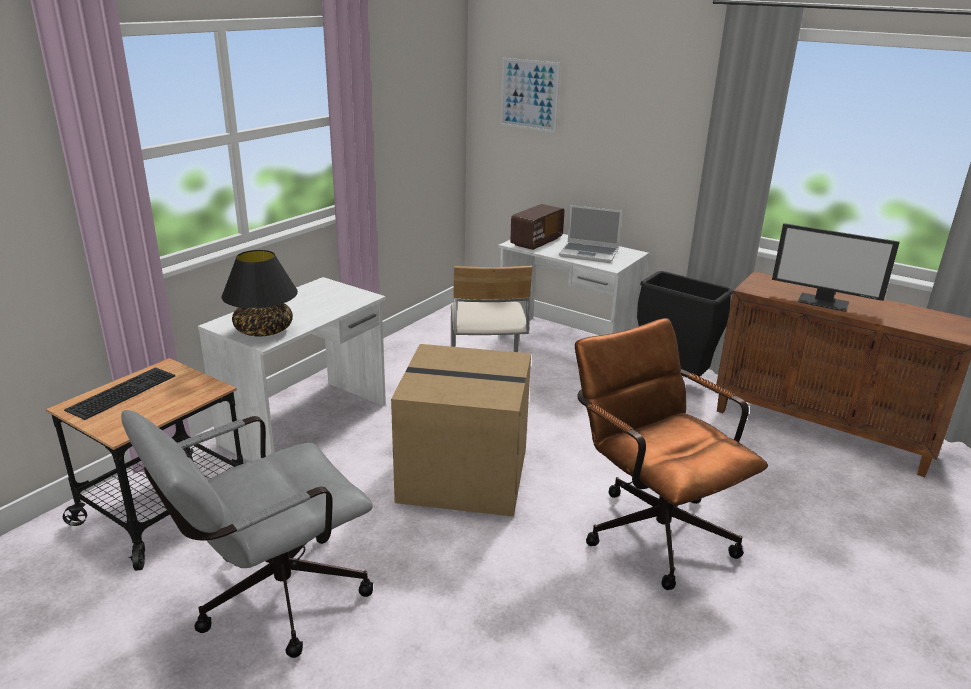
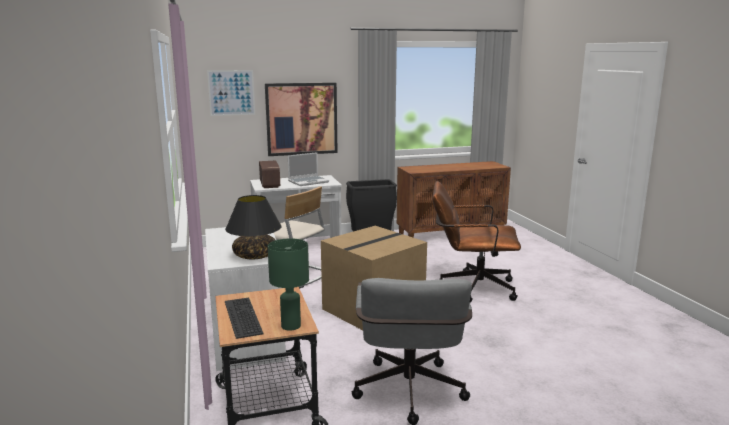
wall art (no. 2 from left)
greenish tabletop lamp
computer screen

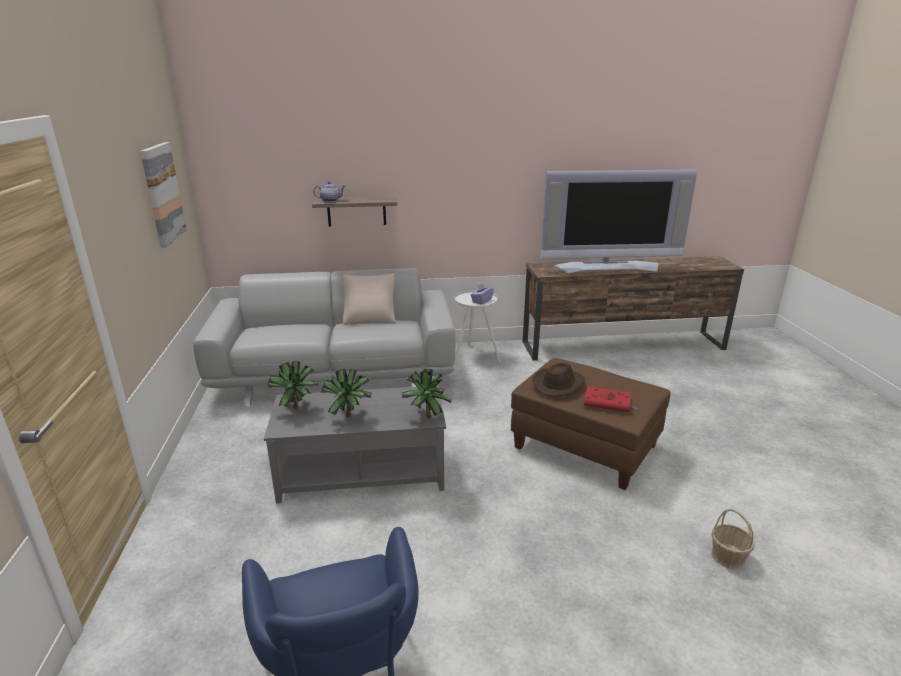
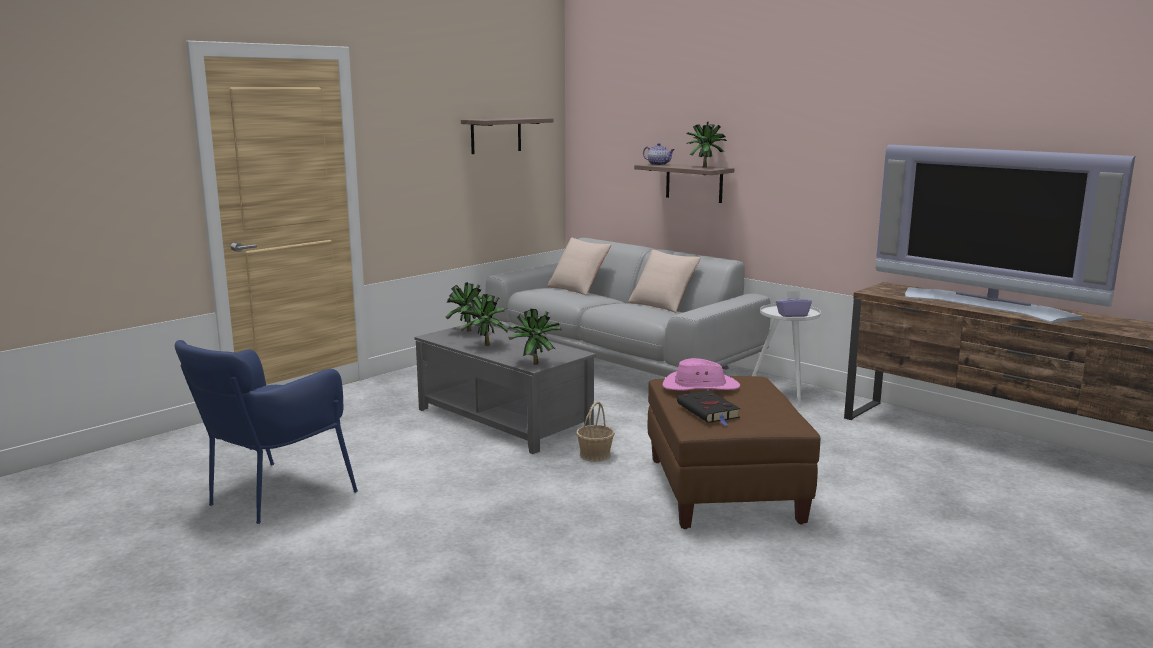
shelf (no. 1 from left)
sand-coloured throw pillow (no. 1 from left)
storage basket
pinkish wearable hat
black book
plant in a pot (no. 4 from left)

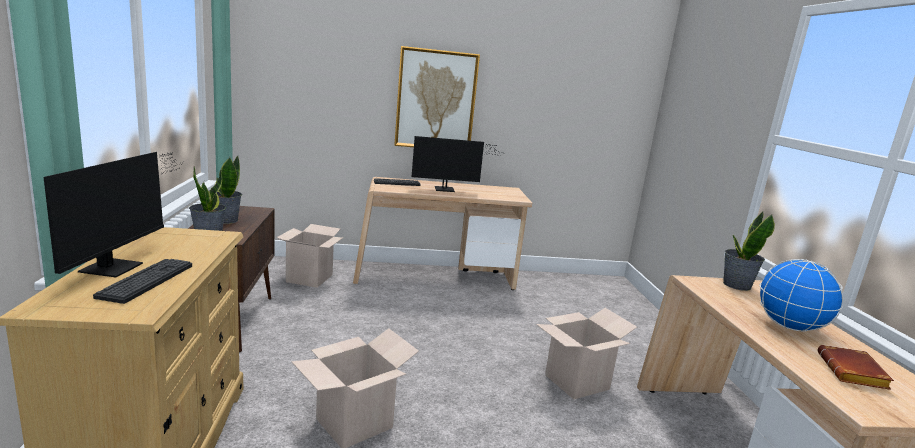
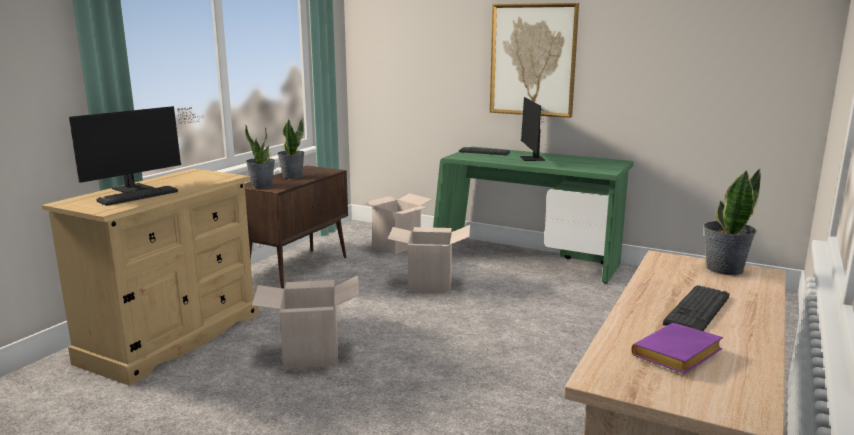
cardboard box (no. 3 from left)
greenish desk unit
computer screen (no. 2 from left)
purple book
PC keyboard (no. 3 from left)

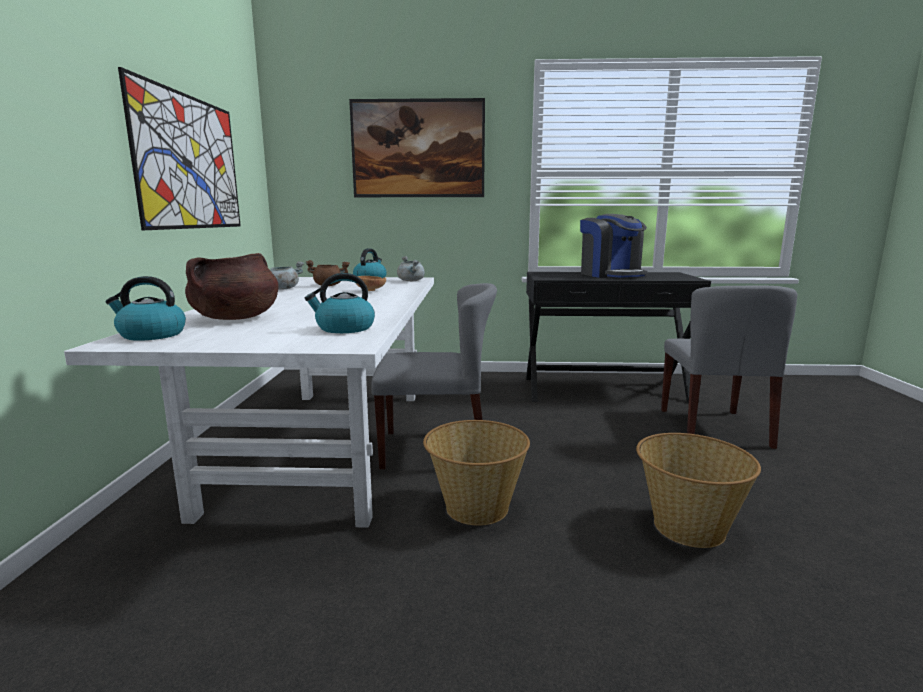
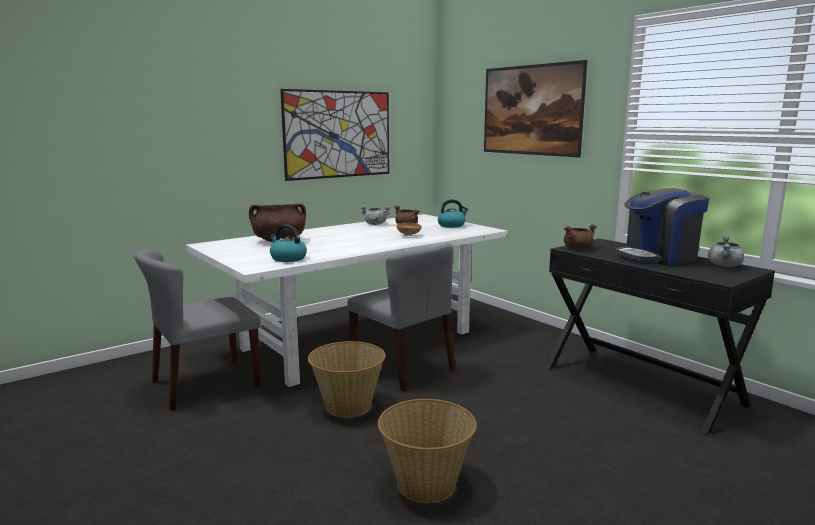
gray chair (no. 1 from left)
brown-coloured cooking pot (no. 3 from left)
coffee maker
gray cooking pot (no. 2 from left)
kettle (no. 1 from left in the first image)

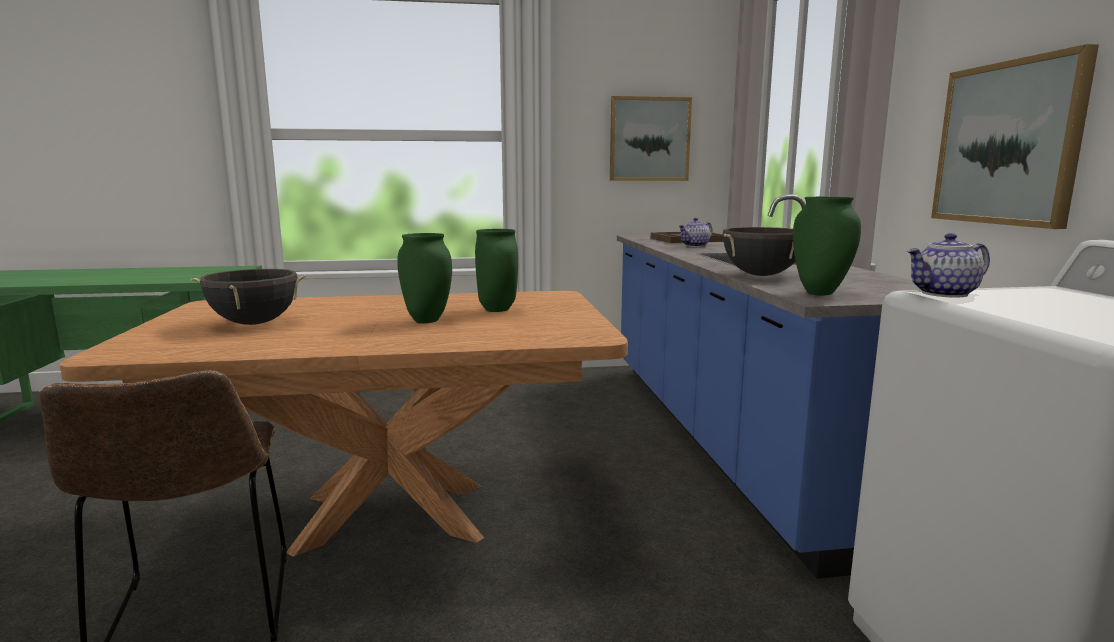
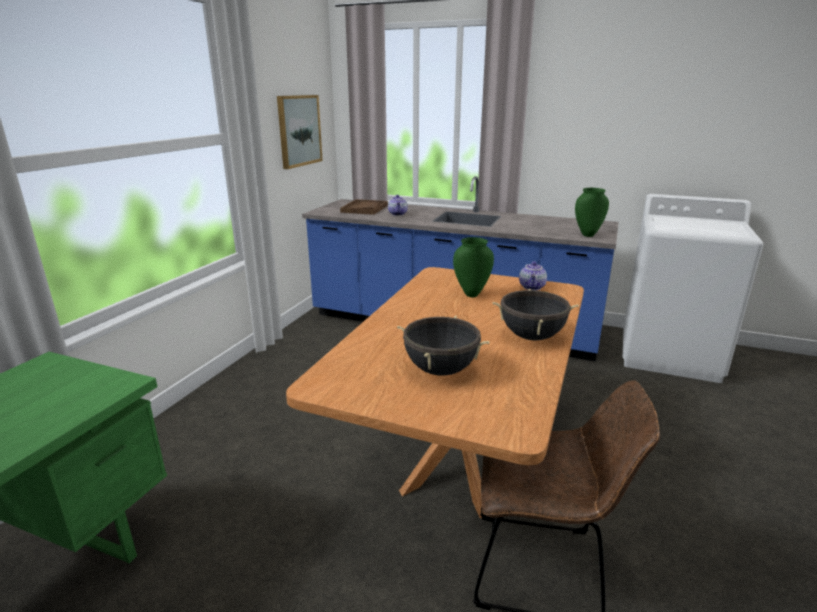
black cooking pot (no. 2 from left)
pot for tea (no. 2 from left)
greenish decorative vase (no. 1 from left in the first image)
wall art (no. 2 from left in the first image)

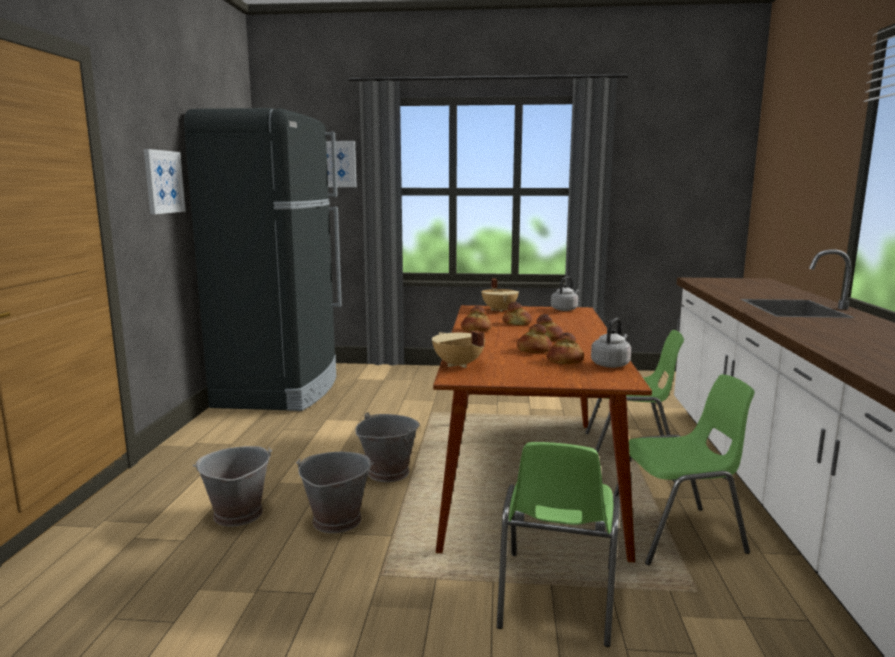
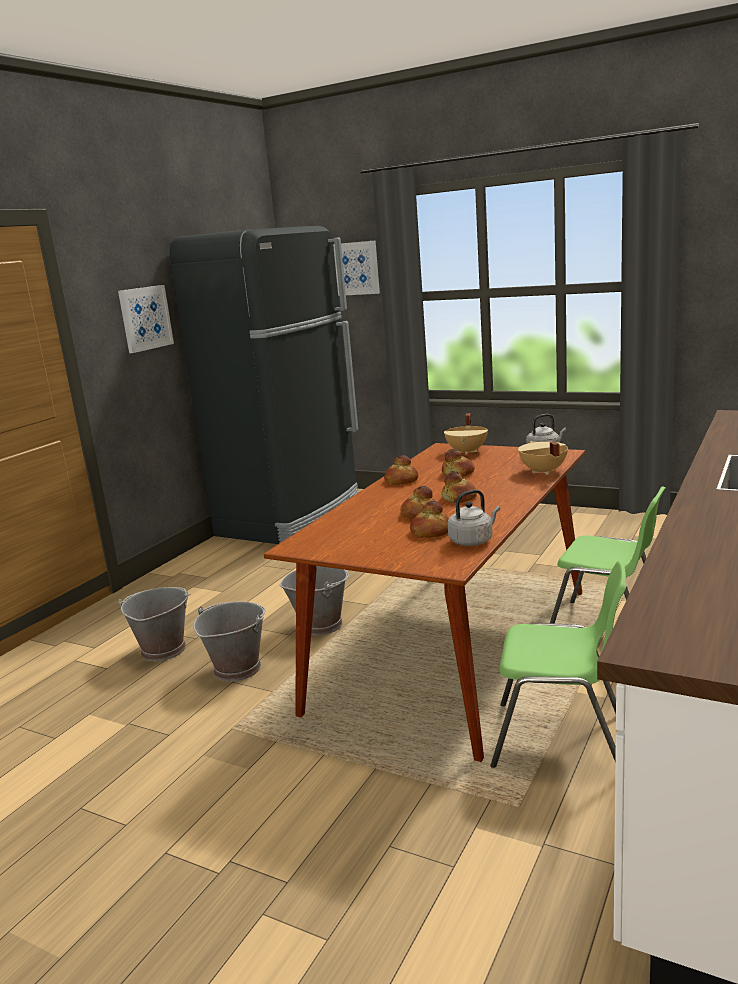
sand-coloured cooking pot (no. 2 from left)
greenish chair (no. 1 from left in the first image)

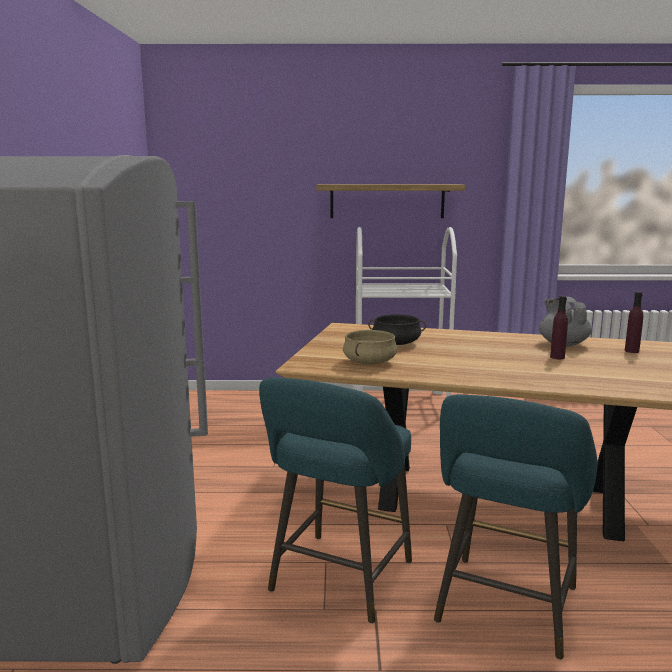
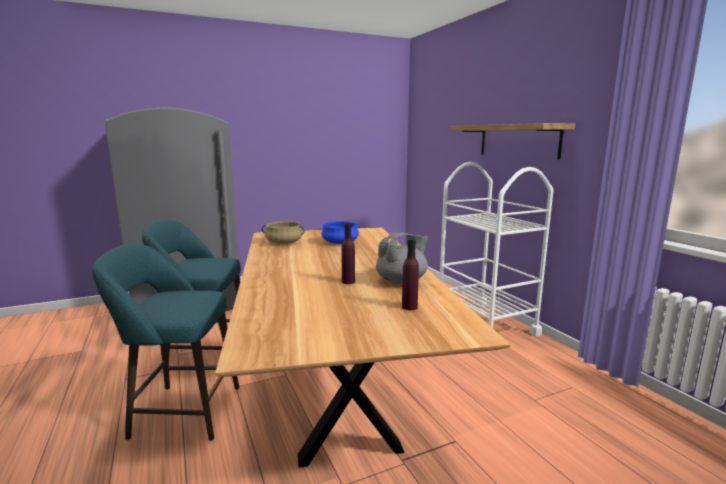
blue cooking pot

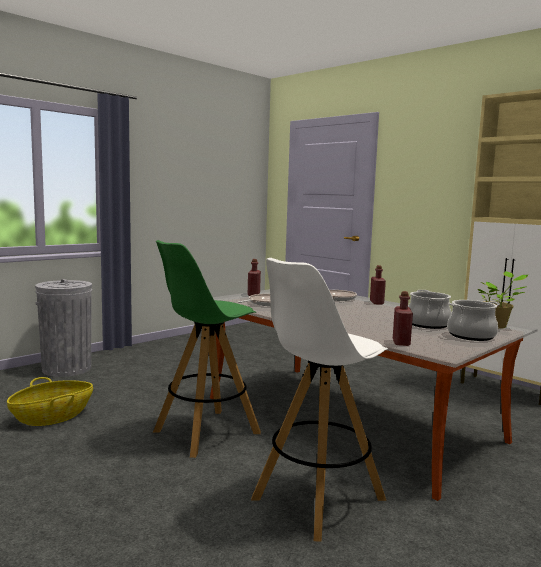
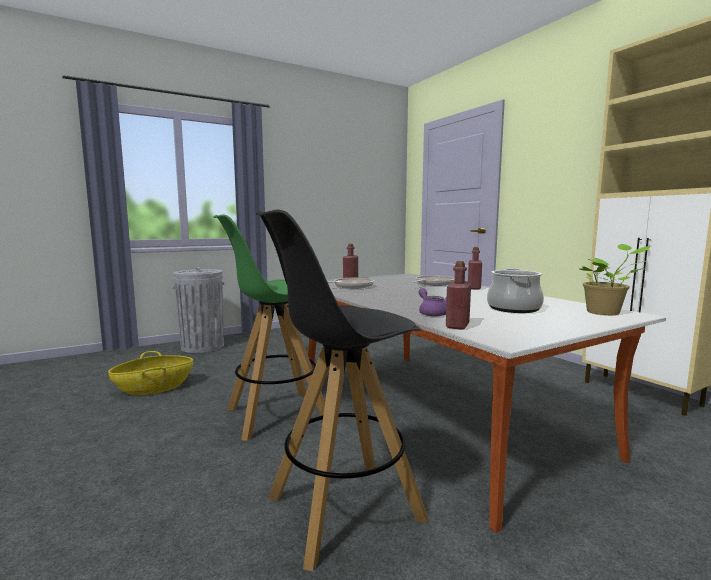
black stool seat
purple pot for tea
cooking pot (no. 2 from left in the first image)

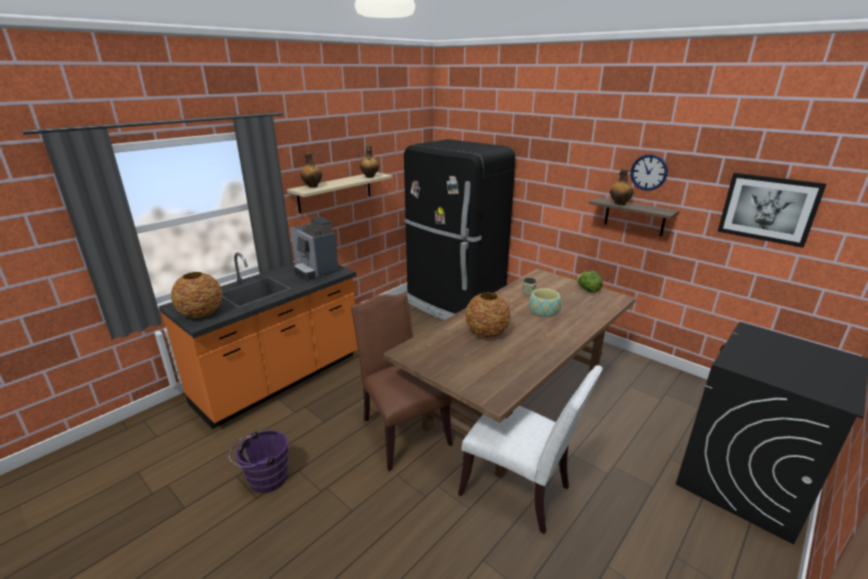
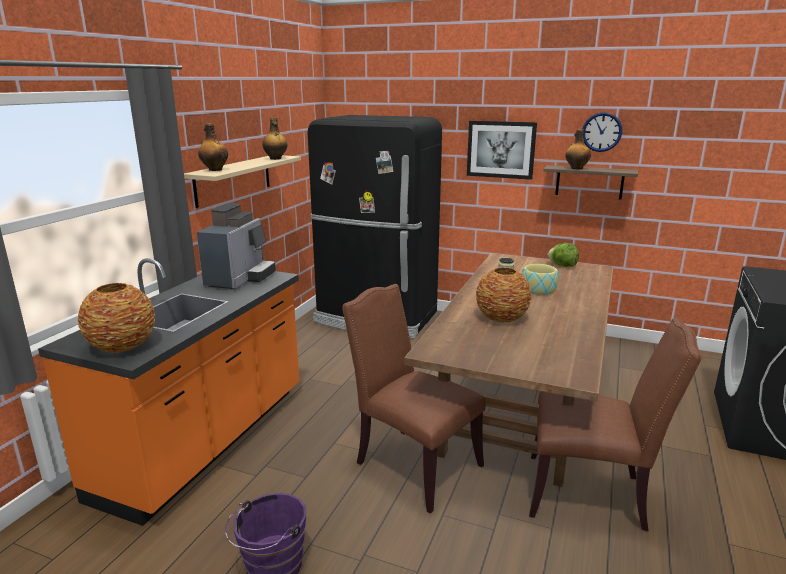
coffee maker
wall art
brown-coloured chair (no. 2 from left)

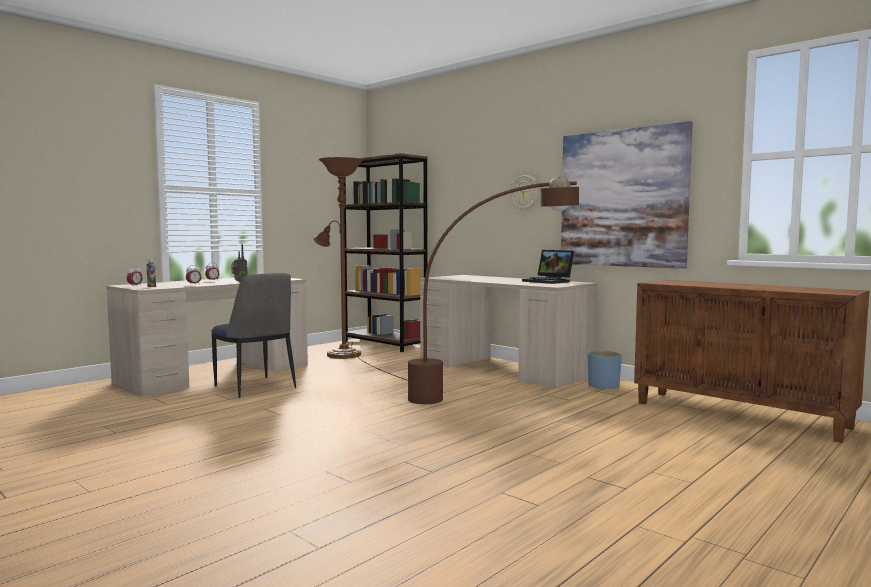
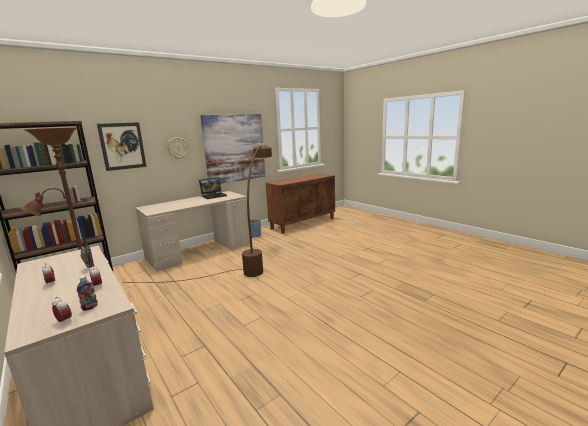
wall art (no. 1 from left)
chair

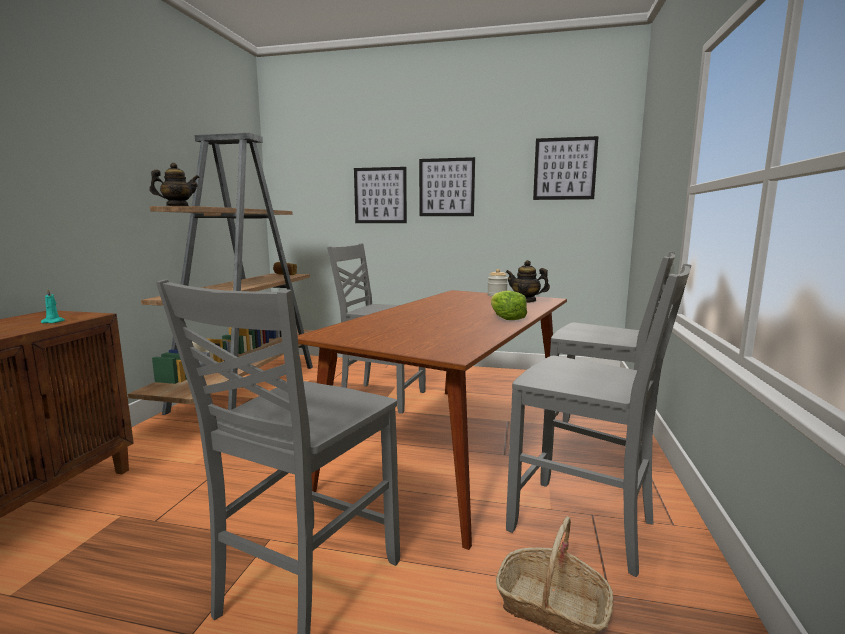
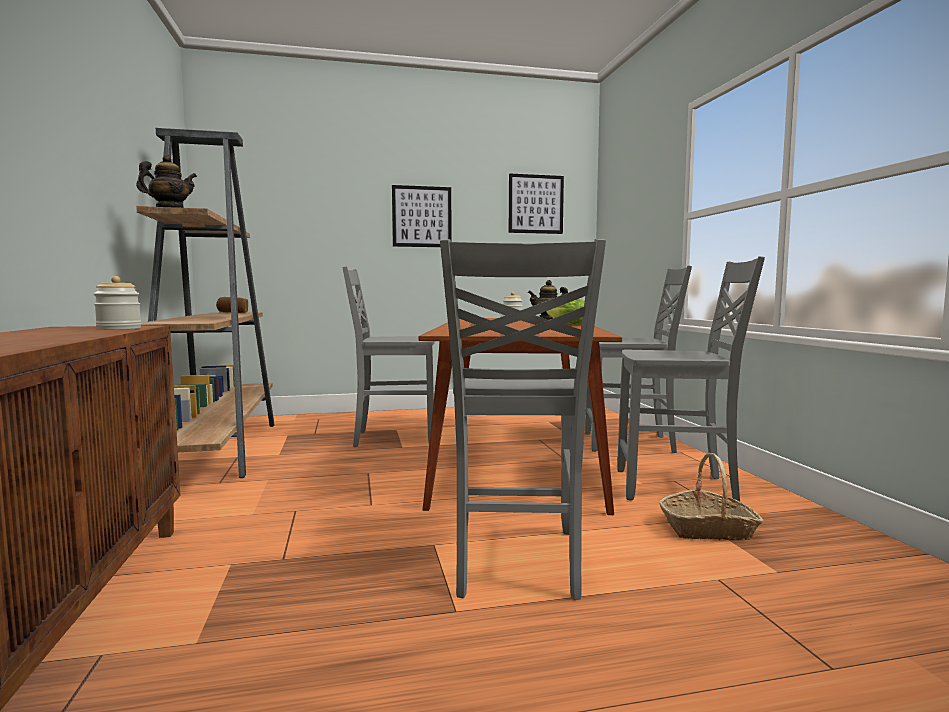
jar (no. 1 from left)
wall art (no. 1 from left in the first image)

